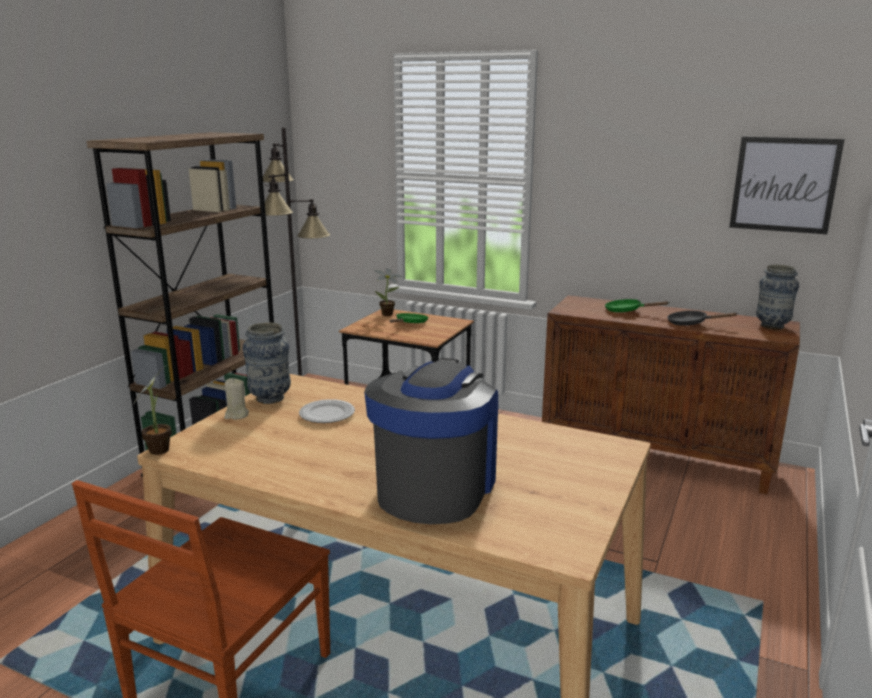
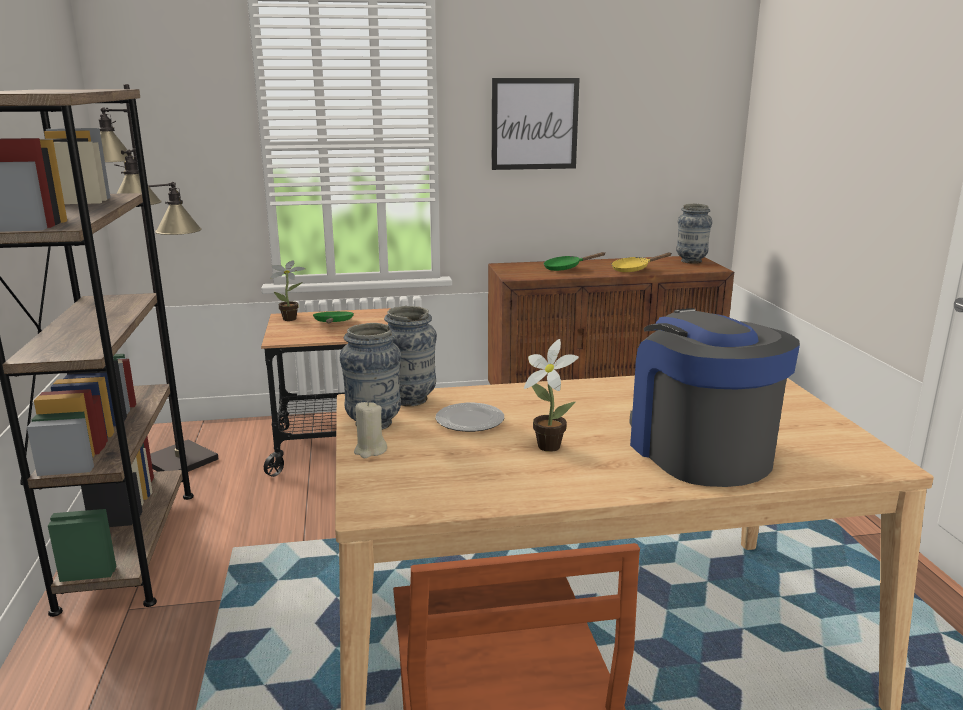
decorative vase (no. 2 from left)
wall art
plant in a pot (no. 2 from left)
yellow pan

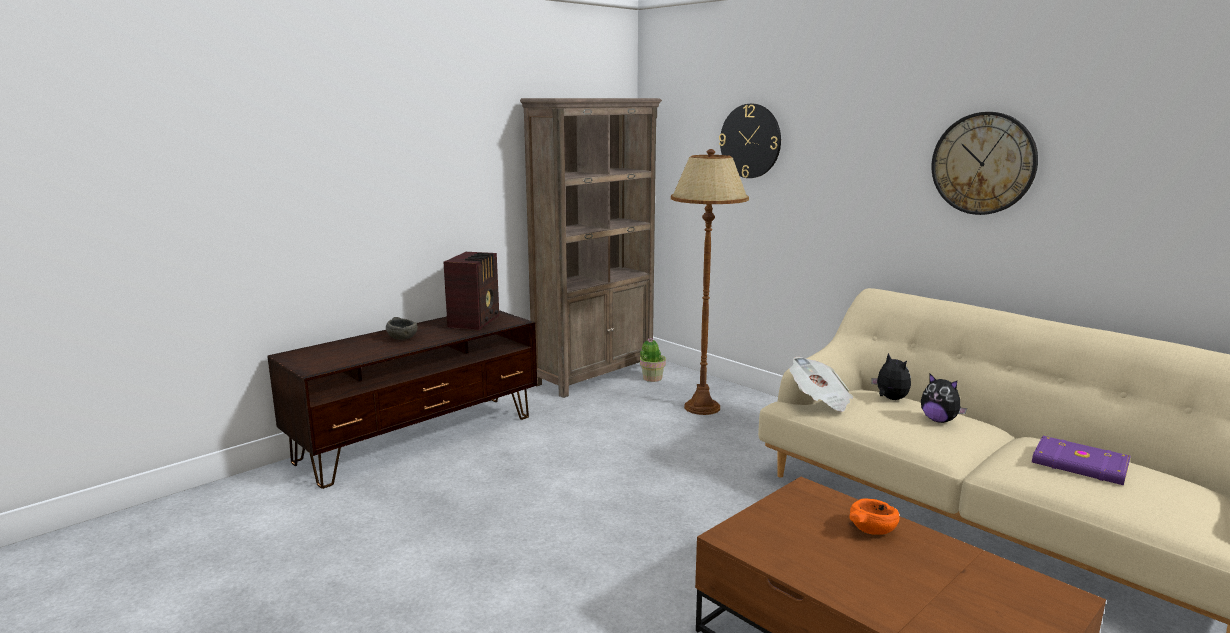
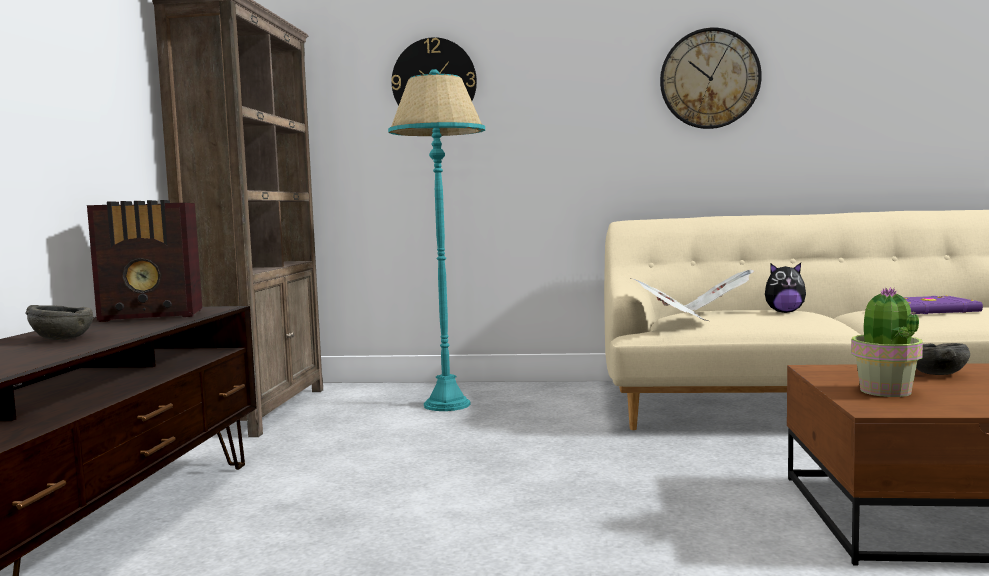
radio set
turquoise standard lamp
printed paper (no. 2 from left)
plant in a pot
gray serving bowl (no. 2 from left)

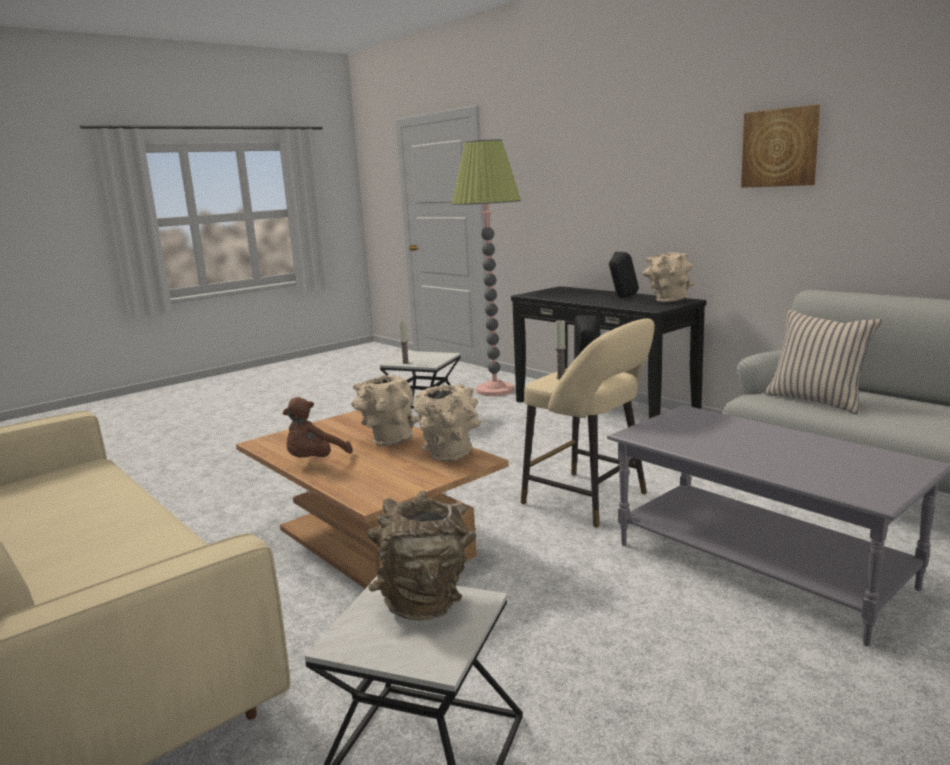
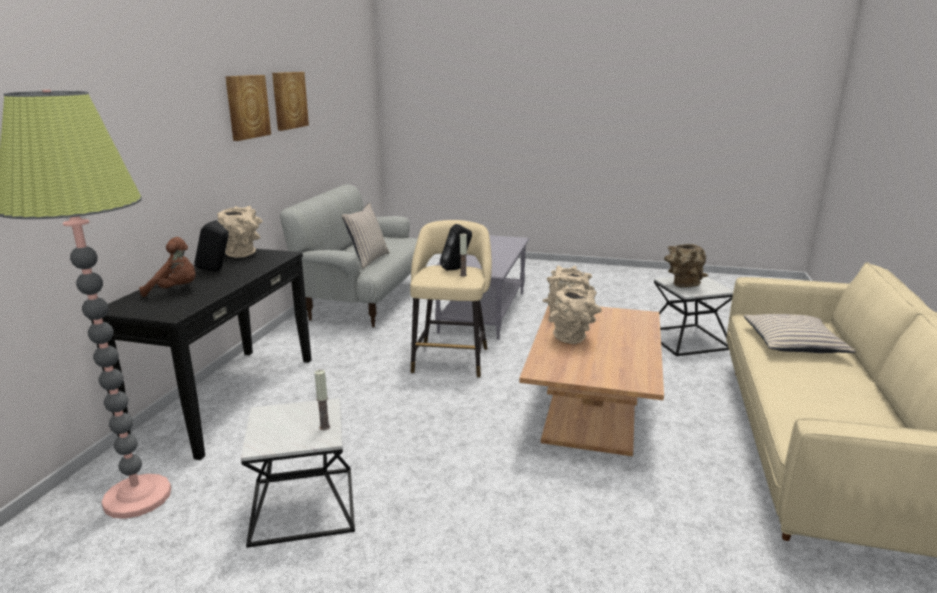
brown-coloured plush toy
wall art (no. 2 from left)
sand-coloured throw pillow (no. 2 from left)

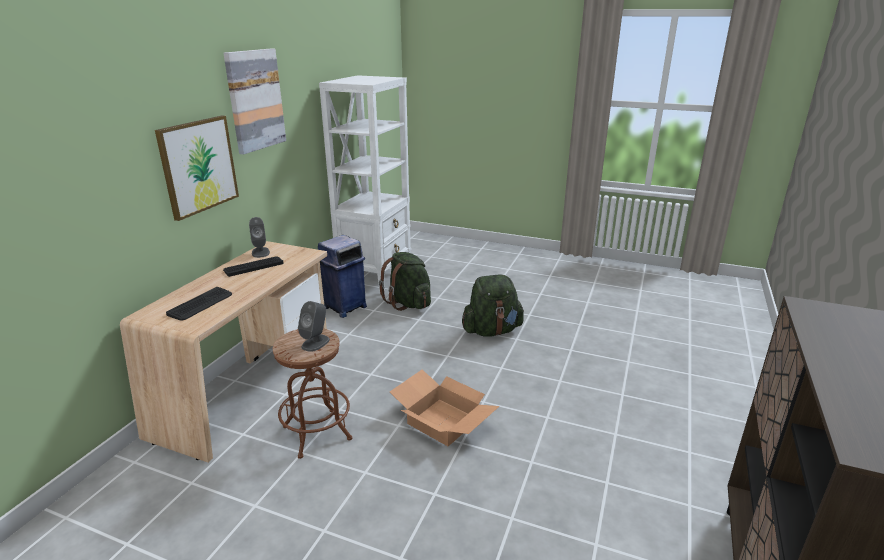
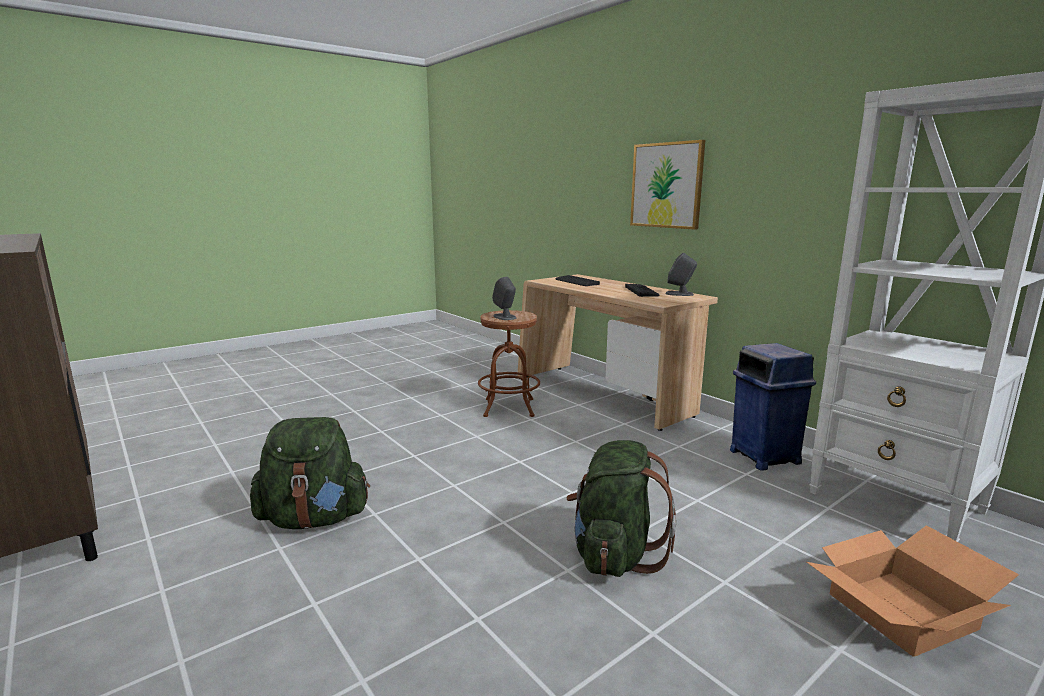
greenish backpack (no. 1 from left)
cardboard box
wall art (no. 2 from left in the first image)

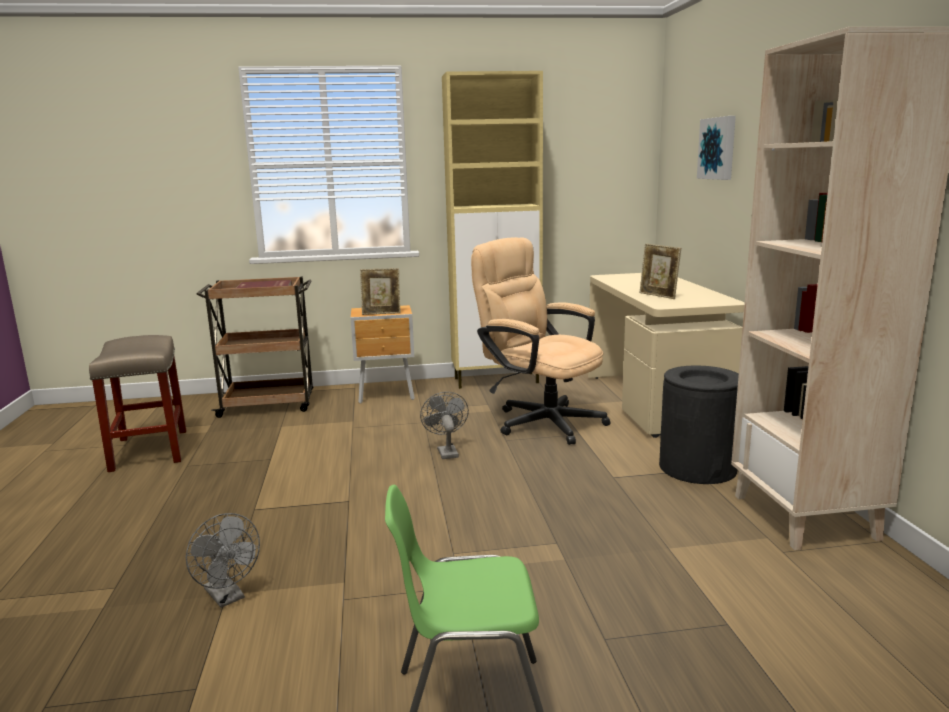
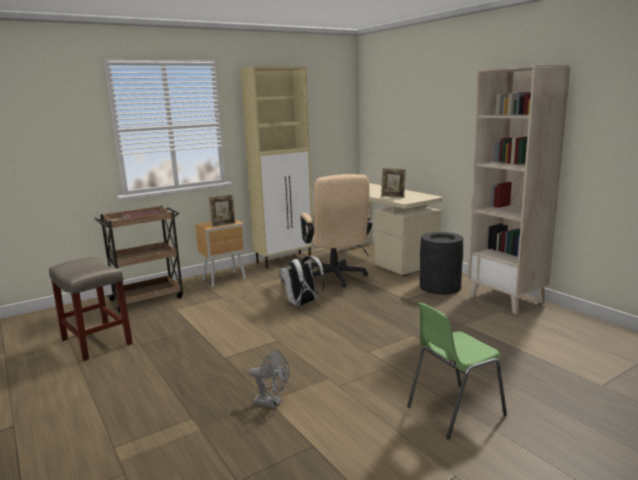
white backpack
sand-coloured office chair
wall art

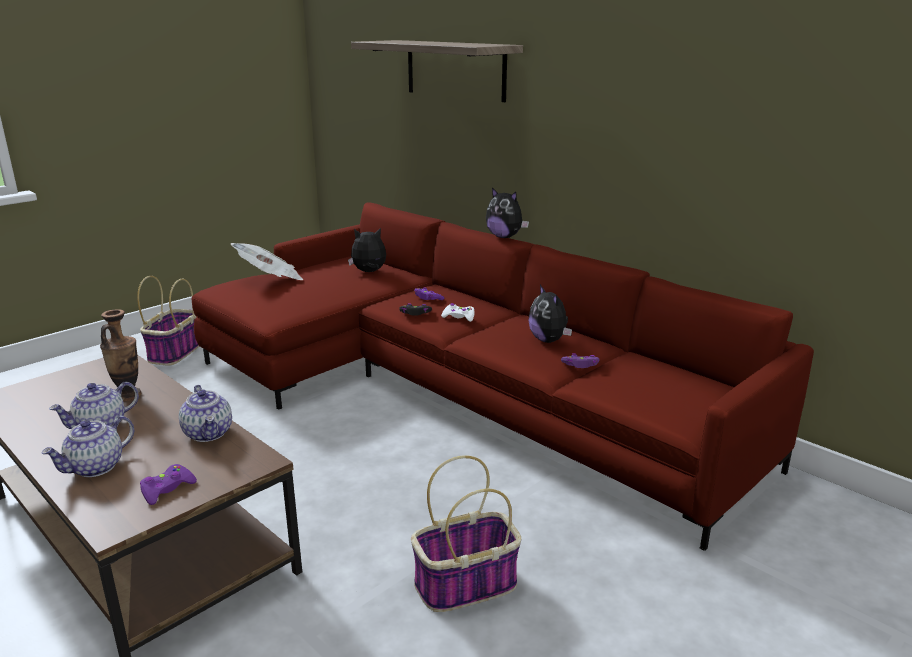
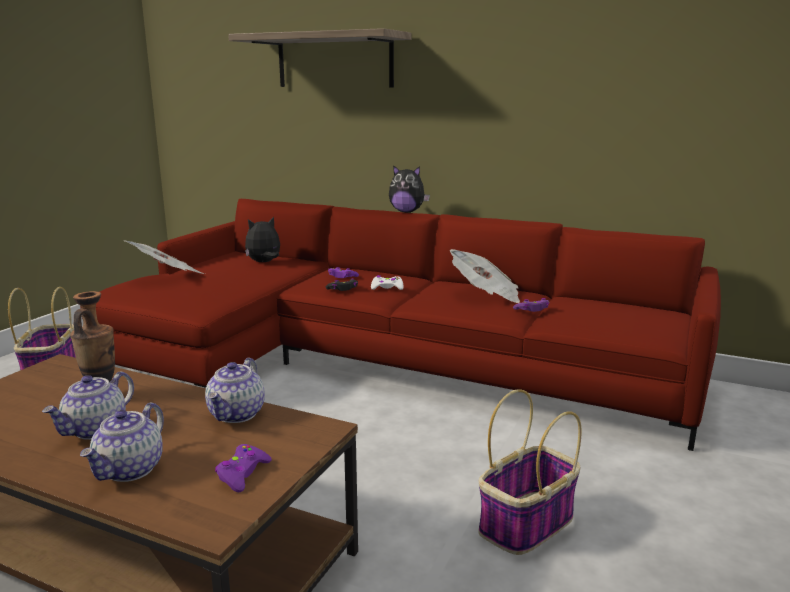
pot for tea (no. 3 from left)
printed paper (no. 2 from left)

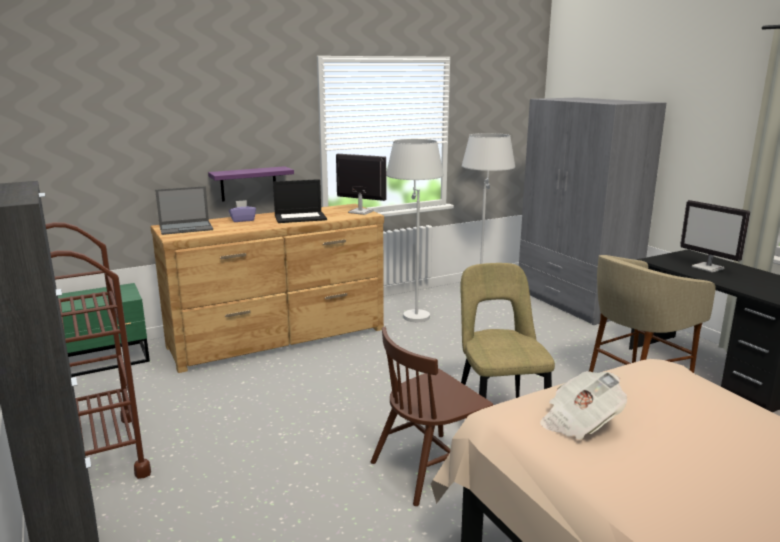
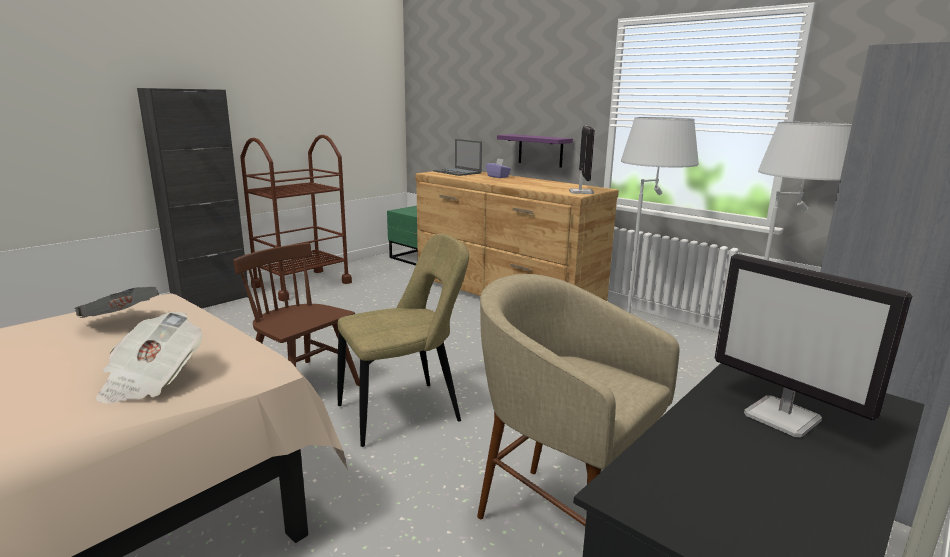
printed paper (no. 2 from left)
computer screen (no. 2 from left)
laptop (no. 2 from left in the first image)

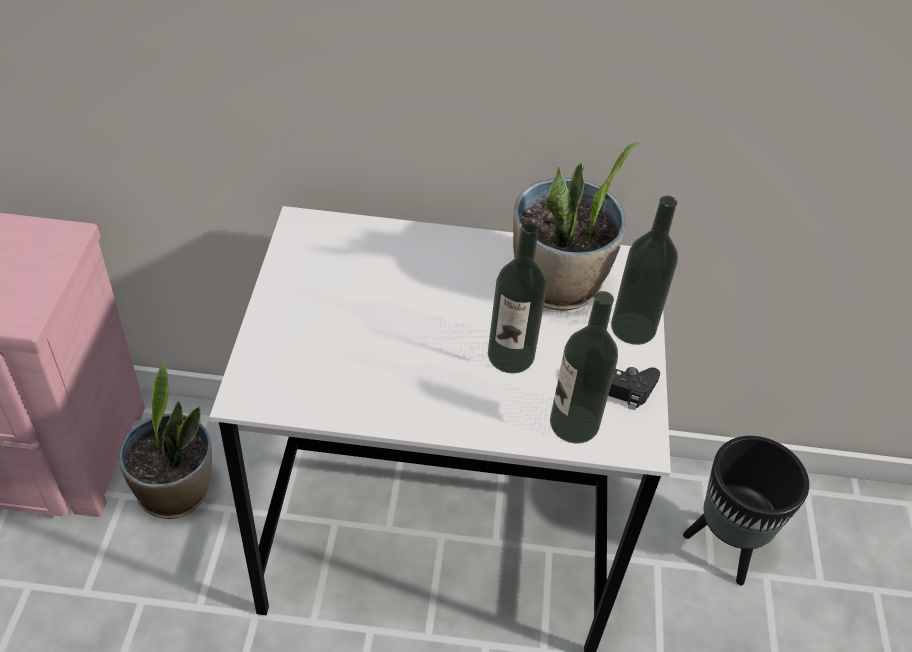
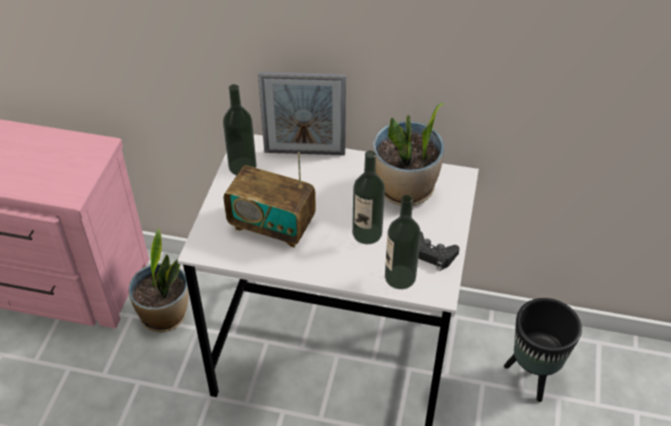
drink bottle (no. 1 from left)
radio set
standing frame

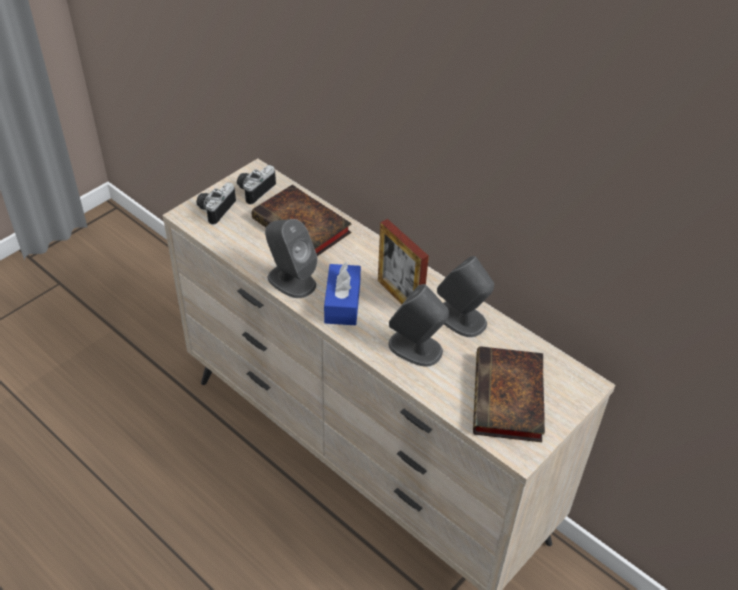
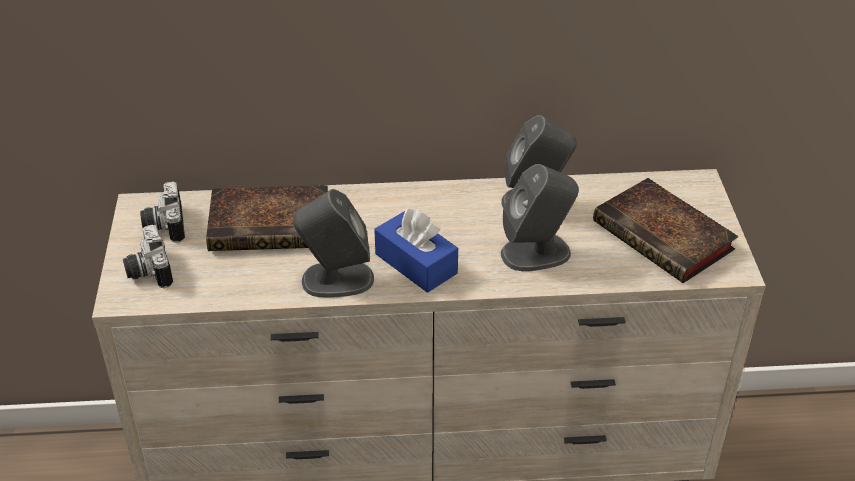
standing frame

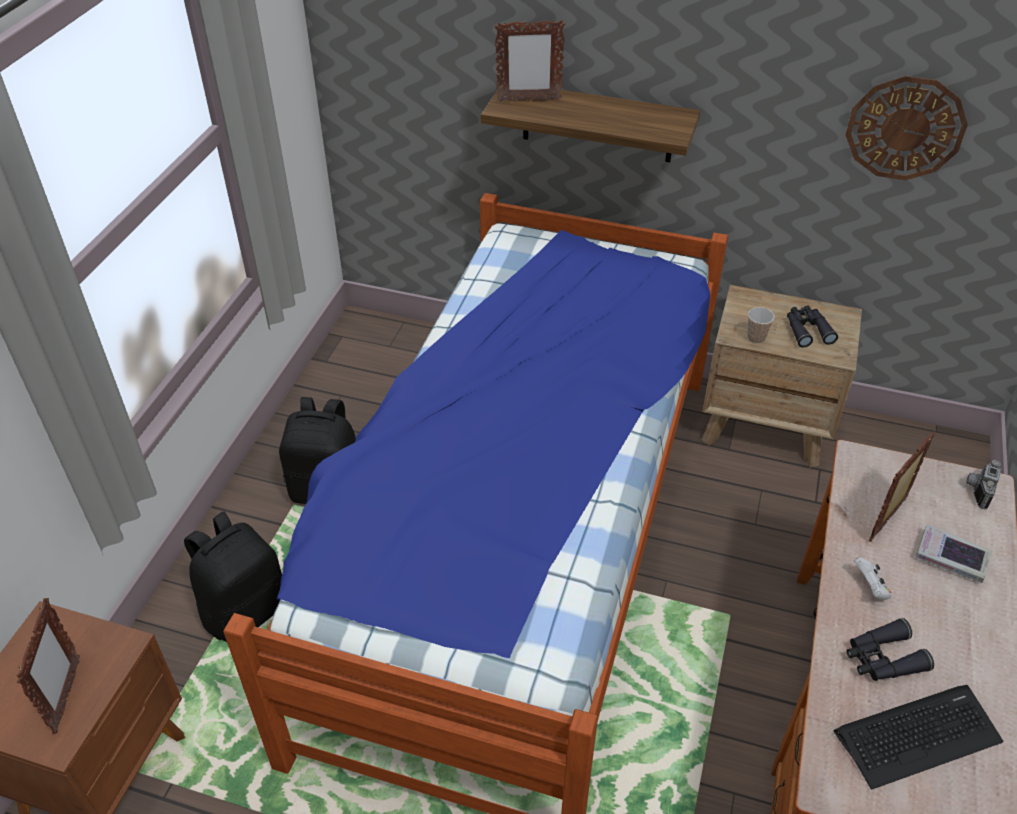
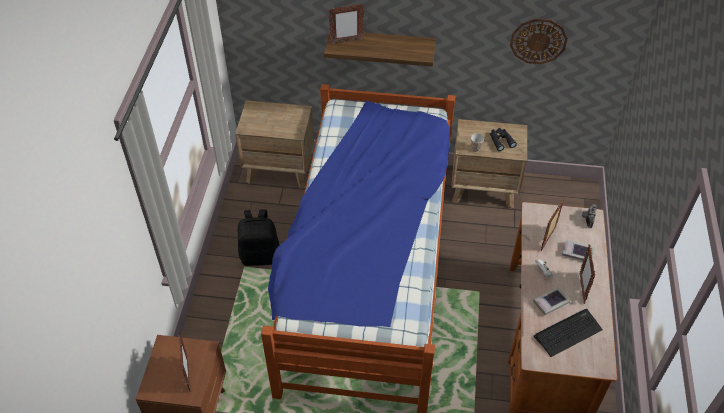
brown-coloured nightstand (no. 2 from left)
book (no. 1 from left)
standing frame (no. 4 from left)
black backpack (no. 1 from left in the first image)

